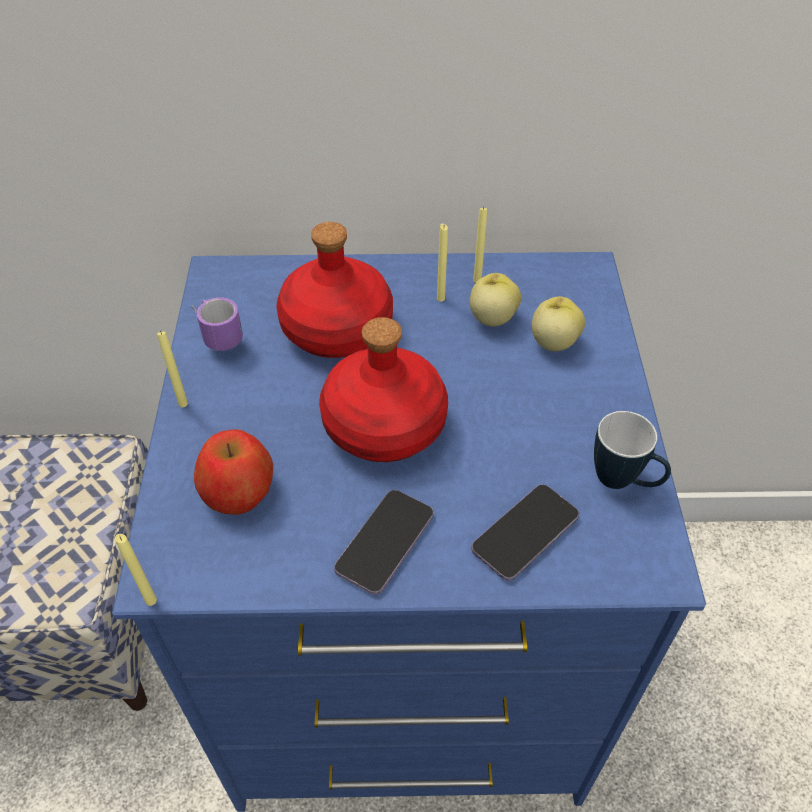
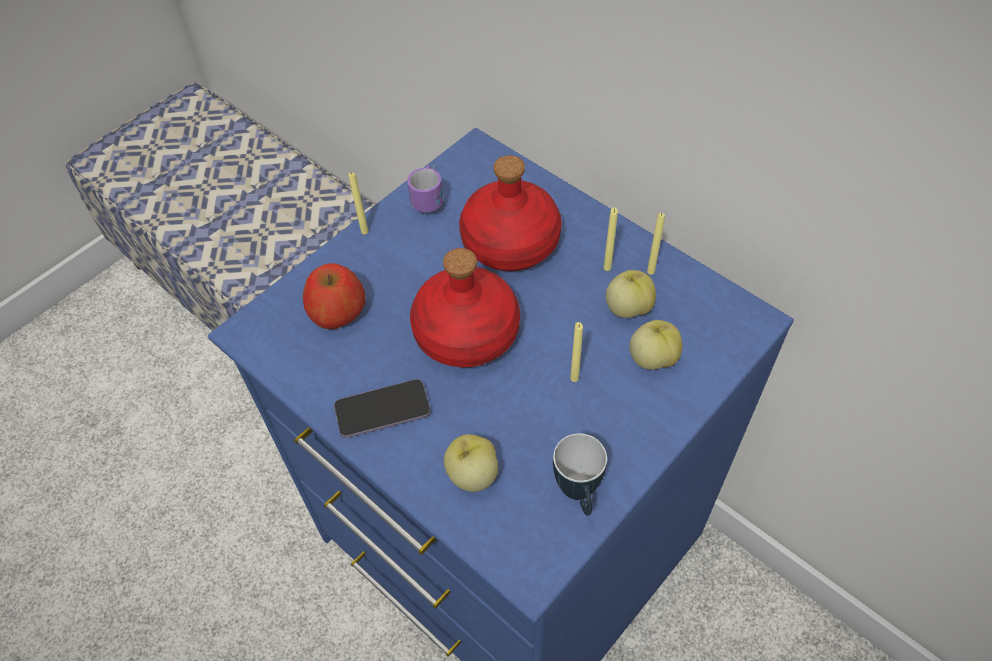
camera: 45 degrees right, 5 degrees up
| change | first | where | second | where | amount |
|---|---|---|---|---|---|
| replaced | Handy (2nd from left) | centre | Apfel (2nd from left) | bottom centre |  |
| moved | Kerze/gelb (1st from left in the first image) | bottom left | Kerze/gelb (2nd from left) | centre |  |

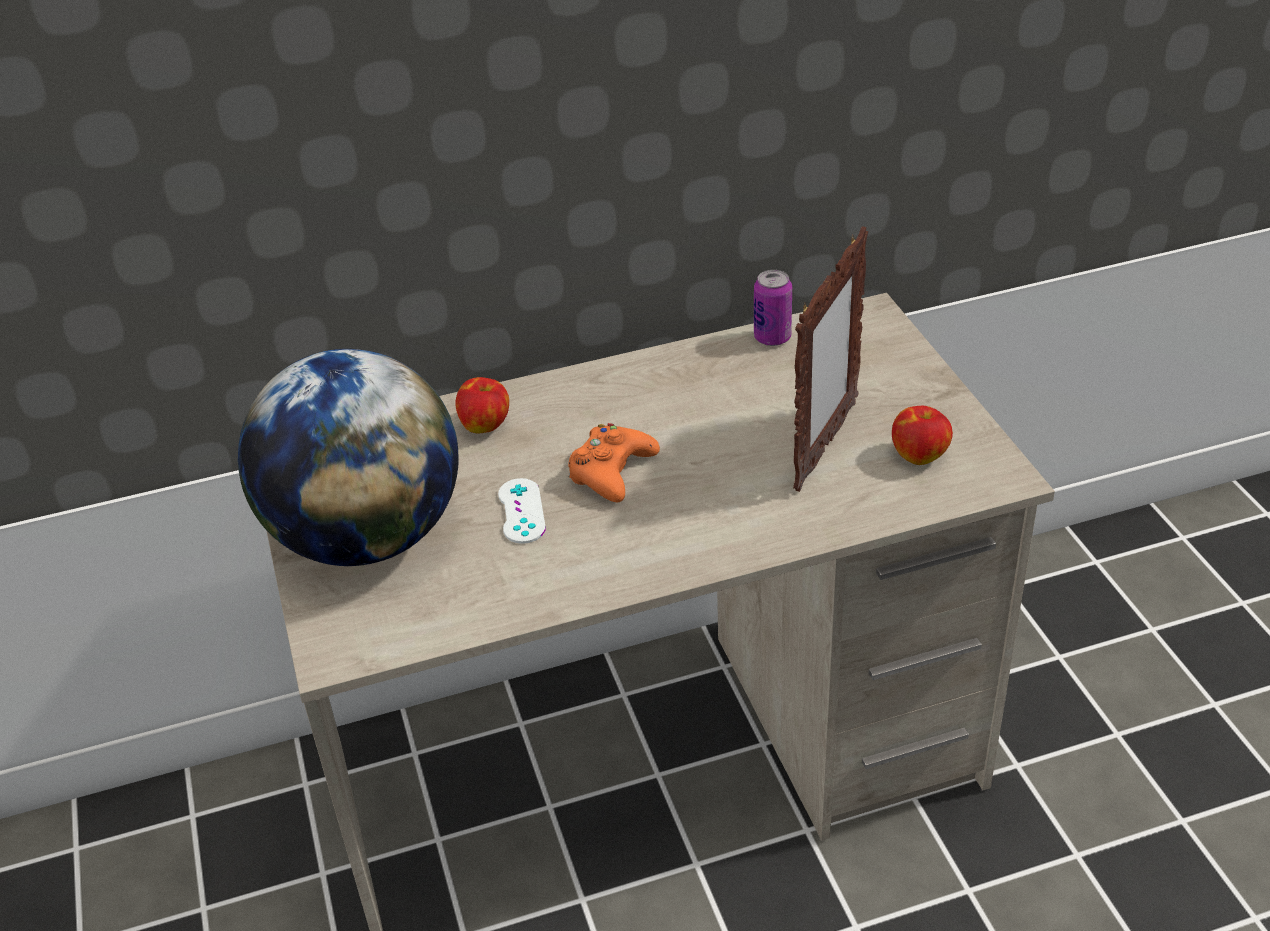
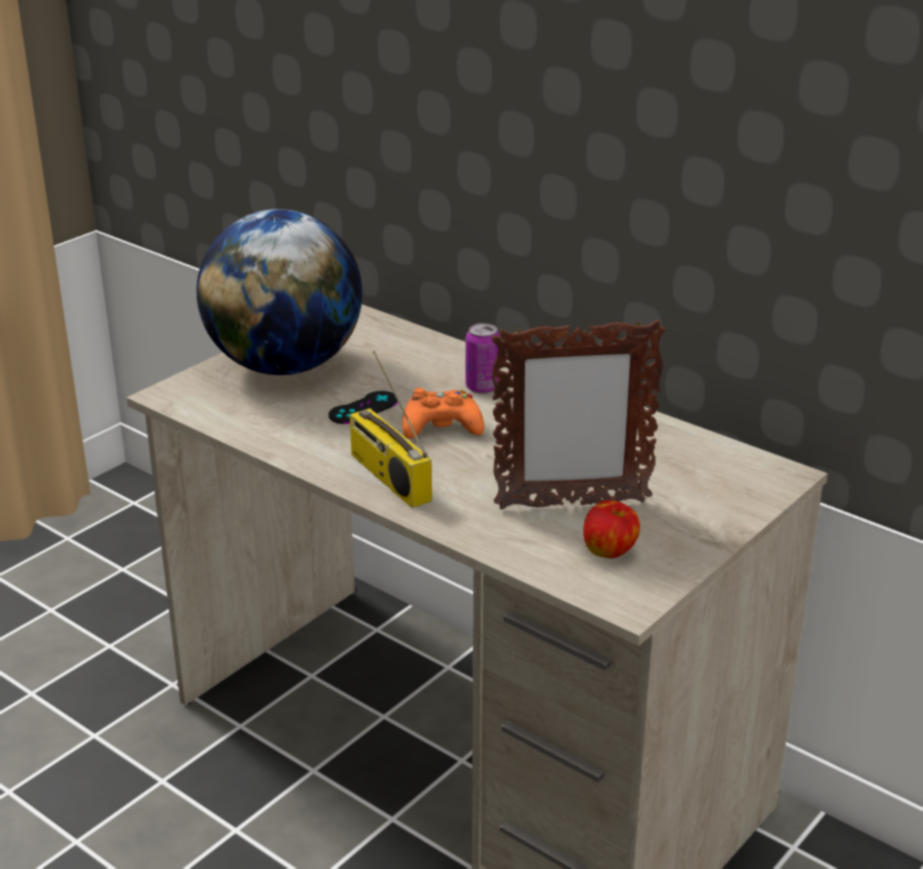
camera: 55 degrees right, 10 degrees down
| change | first | where | second | where | amount |
|---|---|---|---|---|---|
| moved | Dose | top centre |  | centre |  |
| removed | Apfel (1st from left) | centre |  |  |  |
| recoloured | Gamepad/weiß | centre | Gamepad/schwarz | centre |  |
| added |  |  | Radio | centre |  |

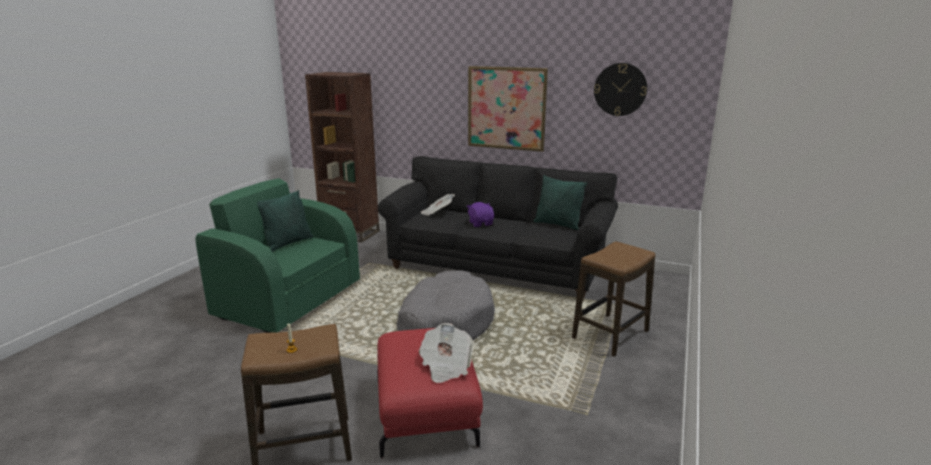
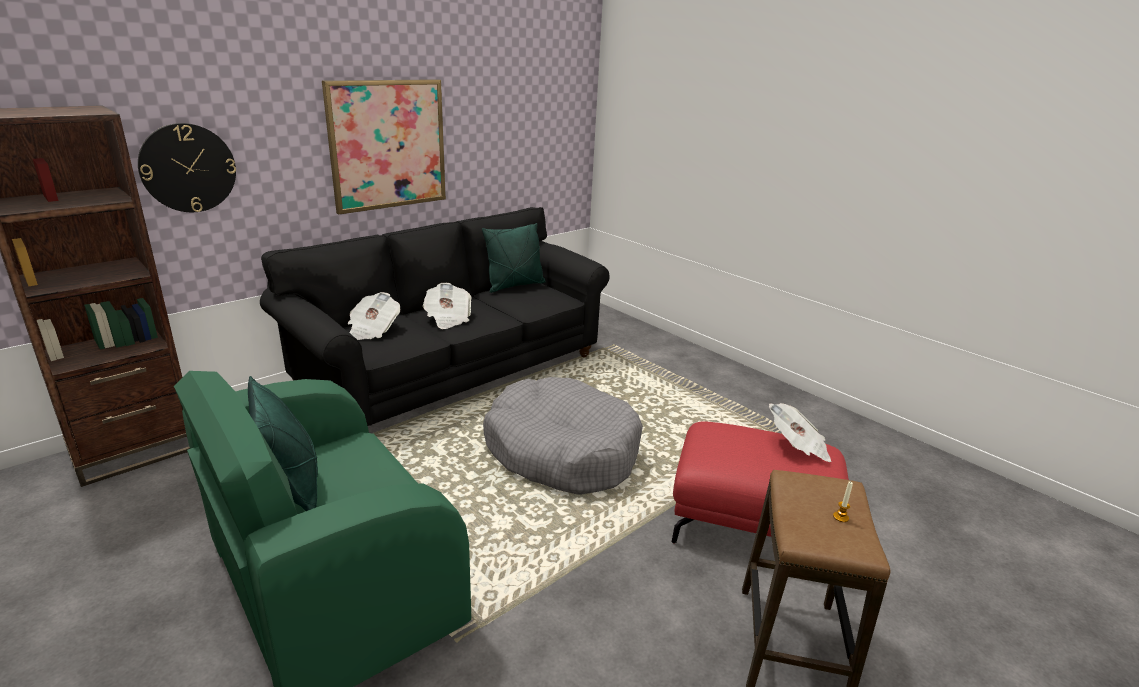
camera: 65 degrees left, 5 degrees up
| change | first | where | second | where | amount |
|---|---|---|---|---|---|
| moved | Wanduhr | top centre |  | top left |  |
| replaced | Plüschtier/lila | centre | Zeitung (2nd from left) | centre |  |
| removed | Hocker (2nd from left) | centre |  |  |  |

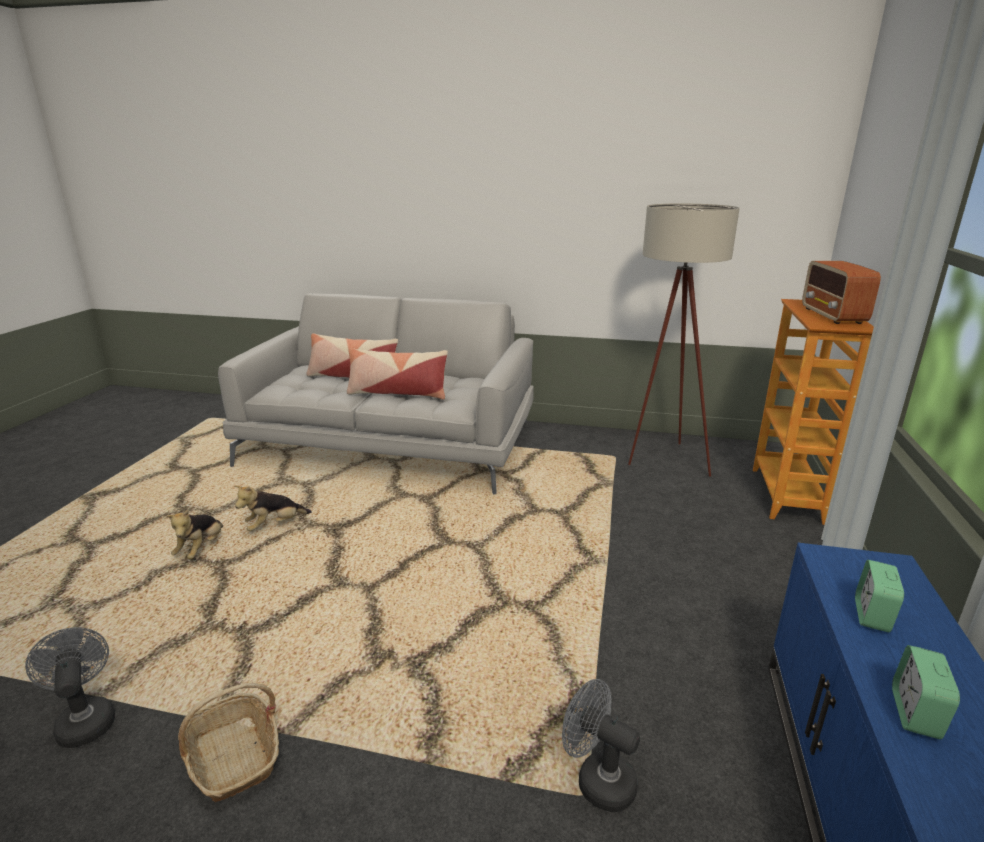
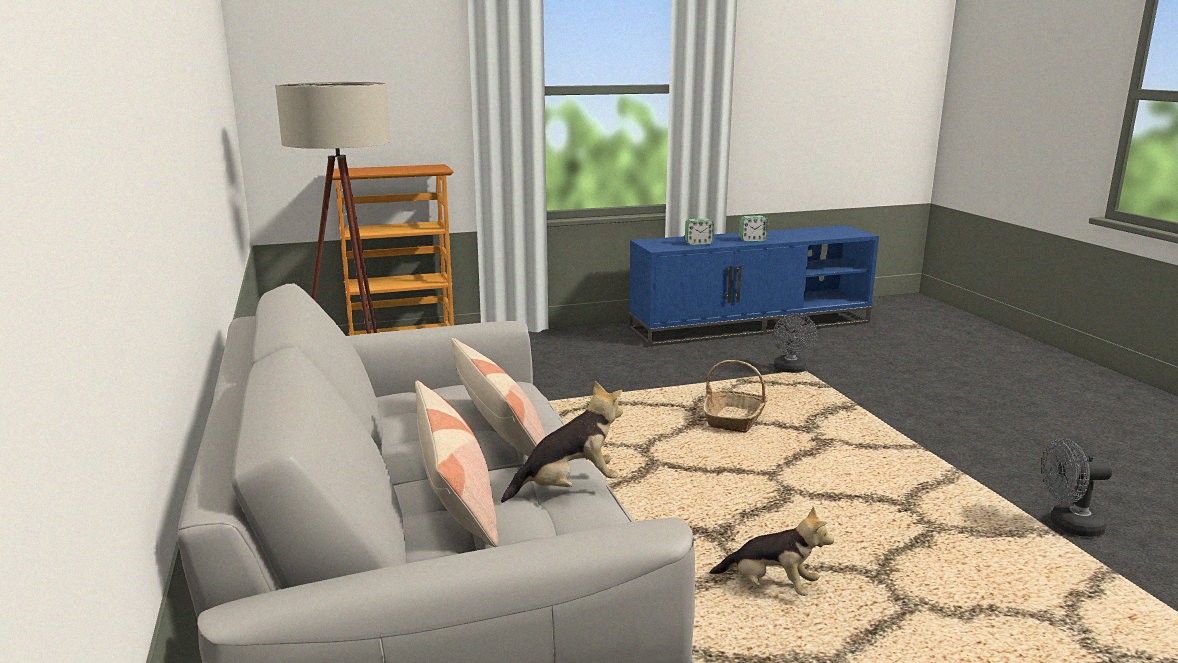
camera: 120 degrees left, 5 degrees down
| change | first | where | second | where | amount |
|---|---|---|---|---|---|
| removed | Radio | middle right |  |  |  |
| moved | Plüschtier (1st from left) | middle left |  | bottom centre |  |
| turned | Ventilator/grau (1st from left in the first image) | bottom left | Ventilator/grau (2nd from left) | bottom right | 60 degrees clockwise |
| moved | Korb | bottom left |  | centre |  |

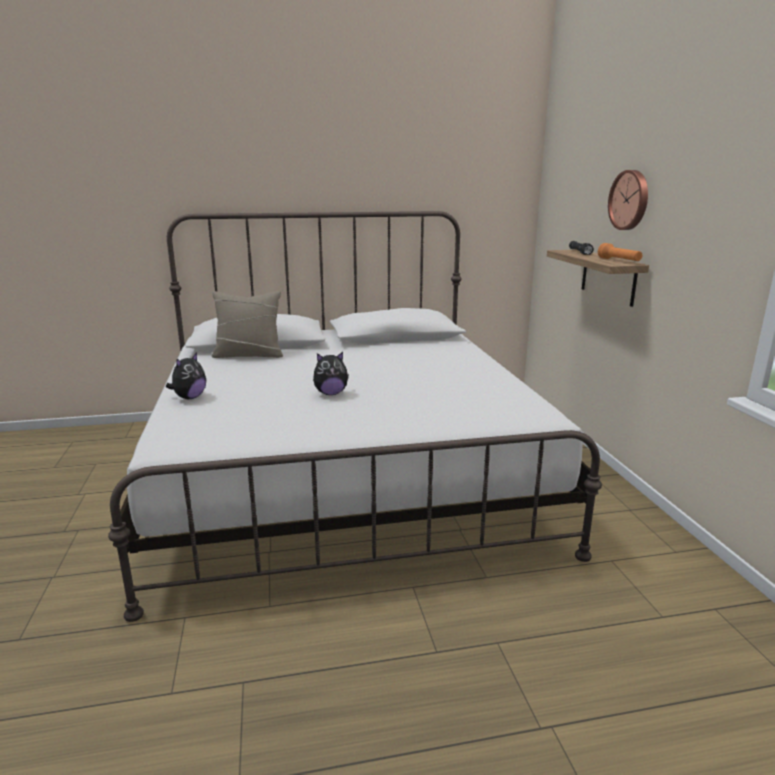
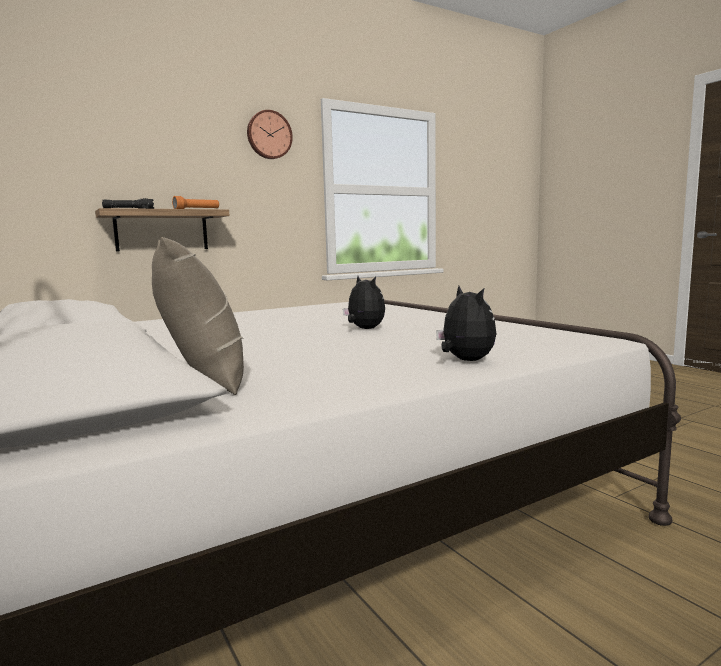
camera: 110 degrees left, 10 degrees down
| change | first | where | second | where | amount |
|---|---|---|---|---|---|
| moved | Wanduhr | top right |  | top centre |  |
| turned | Plüschtier (1st from left in the first image) | middle left | Plüschtier (2nd from left) | centre | 60 degrees clockwise |

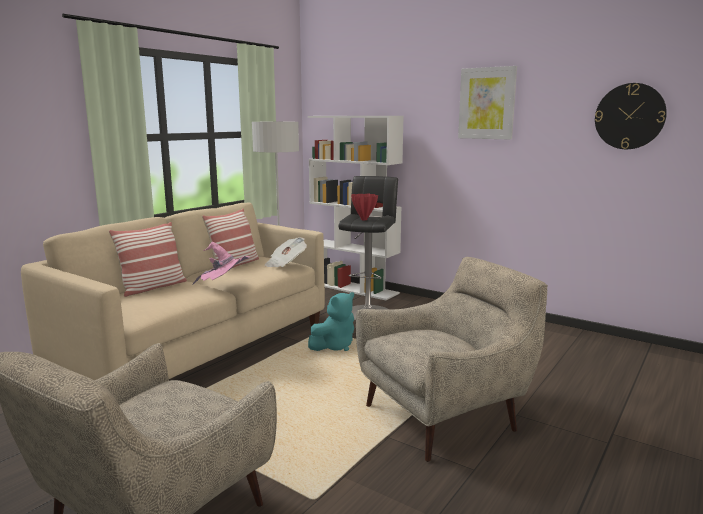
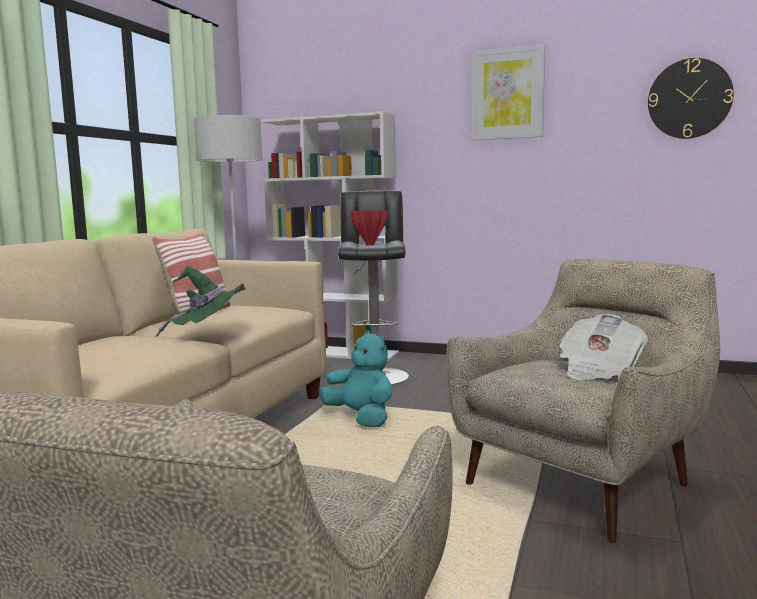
camera: 15 degrees left, 5 degrees down
| change | first | where | second | where | amount |
|---|---|---|---|---|---|
| removed | Kissen (1st from left) | middle left |  |  |  |
| moved | Zeitung | centre |  | middle right |  |
| recoloured | Hut/rosa | middle left | Hut/grün | middle left |  |
| turned | Plüschtier/türkis | centre |  | centre | 75 degrees counterclockwise |

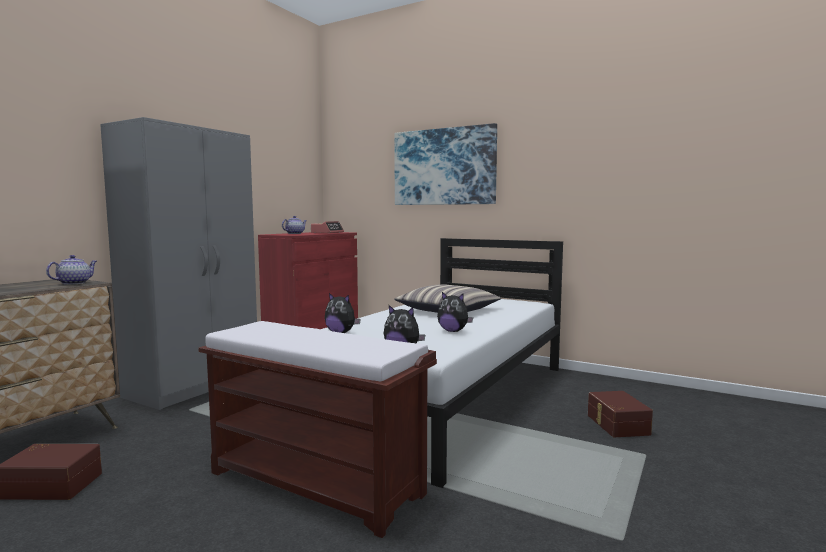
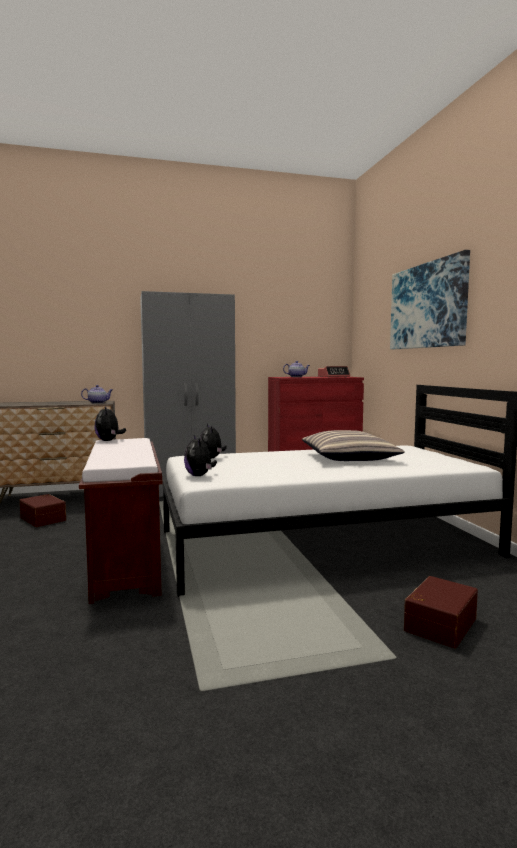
camera: 45 degrees right, 0 degrees up
| change | first | where | second | where | amount |
|---|---|---|---|---|---|
| moved | Plüschtier (3rd from left in the first image) | centre | Plüschtier (1st from left) | middle left |  |

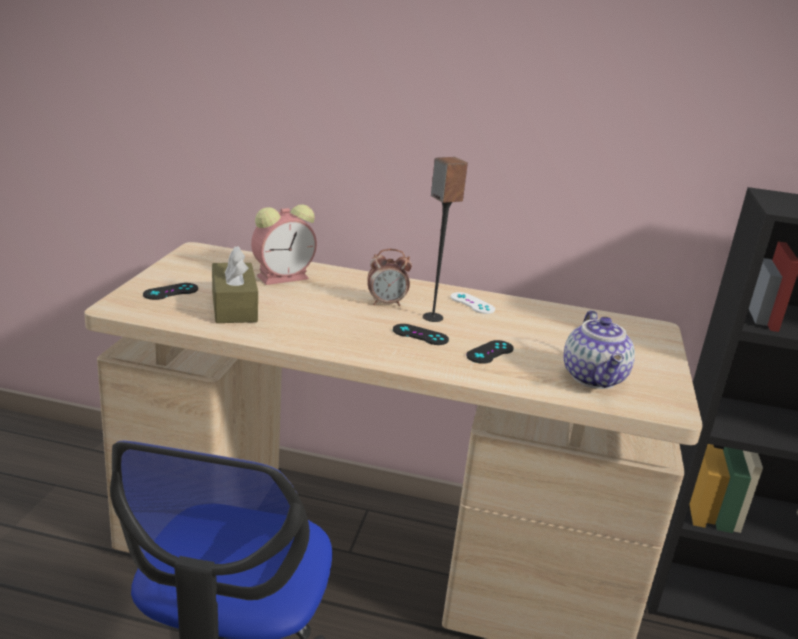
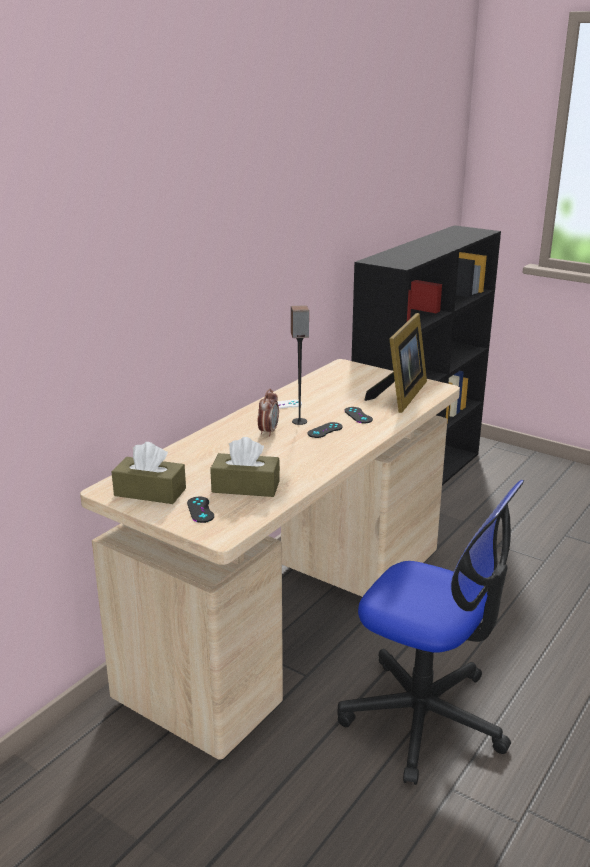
camera: 65 degrees left, 0 degrees up
| change | first | where | second | where | amount |
|---|---|---|---|---|---|
| removed | Wecker (1st from left) | centre |  |  |  |
| replaced | Teekanne | middle right | Bilderrahmen | middle right |  |
| added |  |  | Taschentuchbox/braun (1st from left) | middle left |  |

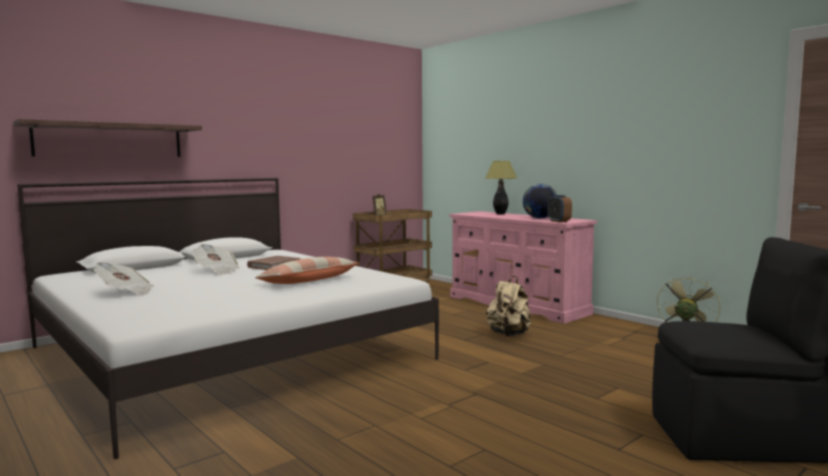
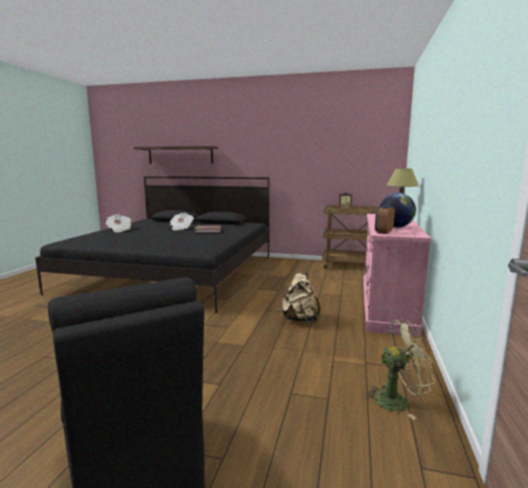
camera: 55 degrees right, 5 degrees up
| change | first | where | second | where | amount |
|---|---|---|---|---|---|
| recoloured | Bett/weiß | bottom left | Bett/schwarz | middle left |  |
| removed | Kissen | centre |  |  |  |

